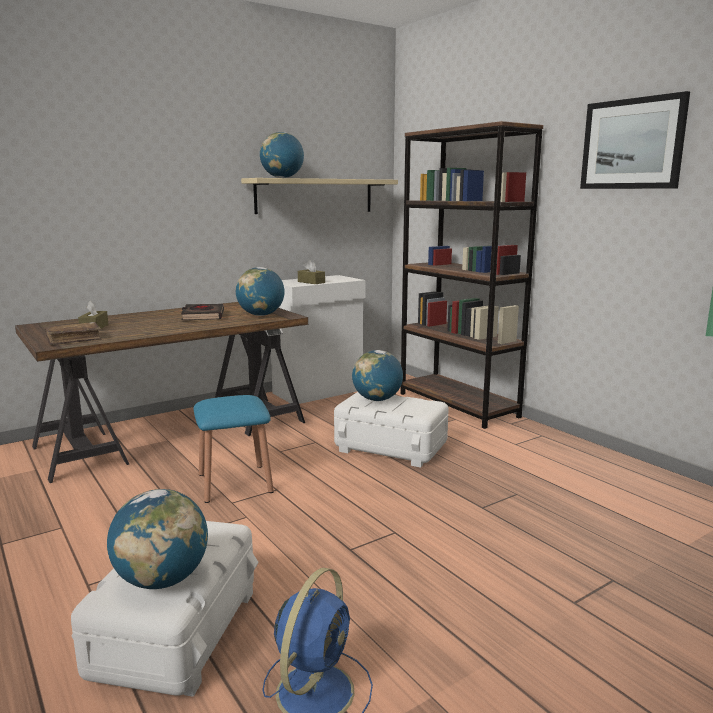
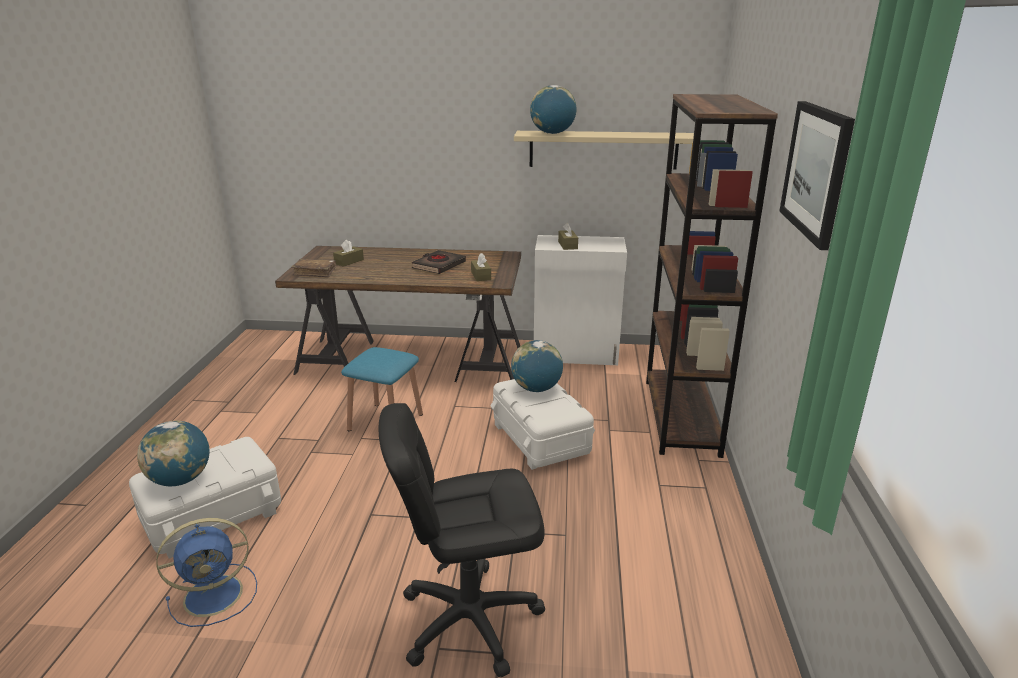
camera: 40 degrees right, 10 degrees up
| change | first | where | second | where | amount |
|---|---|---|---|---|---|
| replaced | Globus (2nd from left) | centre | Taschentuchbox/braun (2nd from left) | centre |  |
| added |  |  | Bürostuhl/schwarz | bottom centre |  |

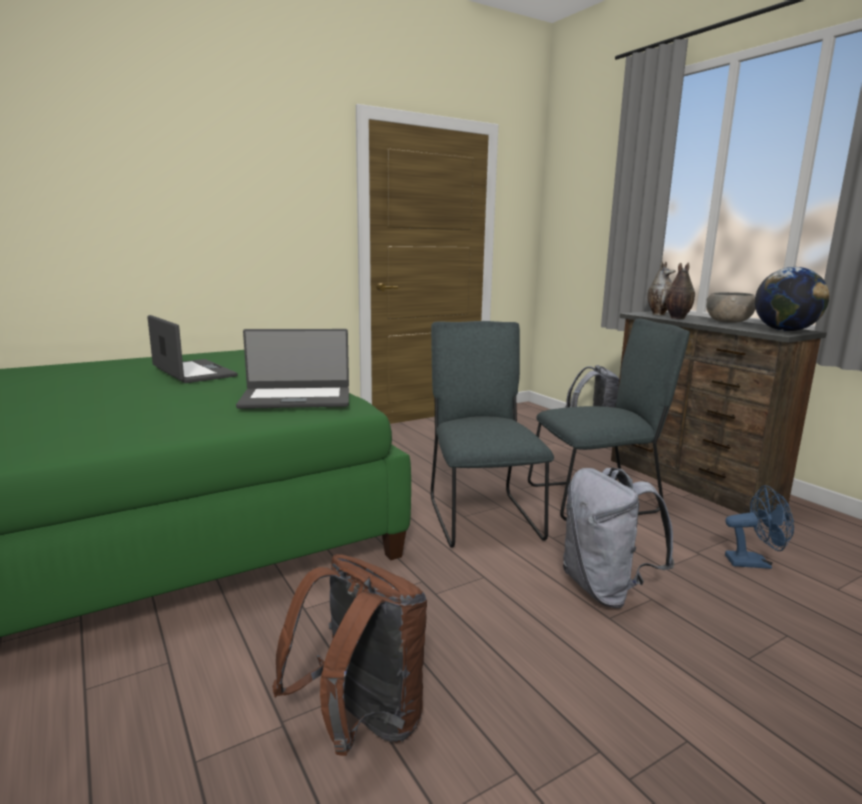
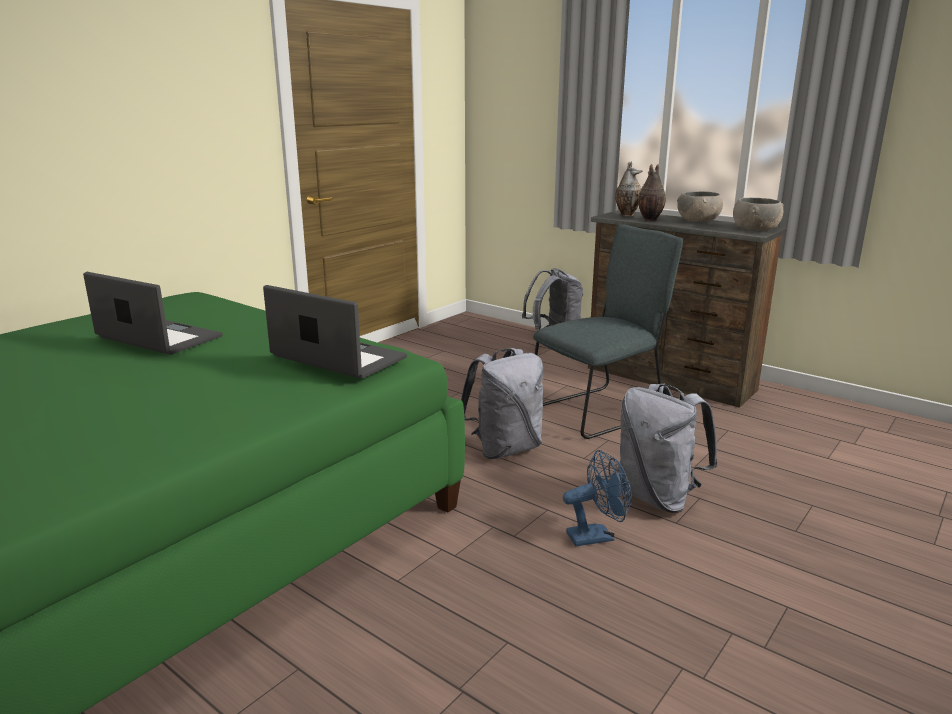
camera: 20 degrees left, 5 degrees up
| change | first | where | second | where | amount |
|---|---|---|---|---|---|
| replaced | Globus | middle right | Schüssel/grau (2nd from left) | top right |  |
| replaced | Stuhl/grau (1st from left) | centre | Rucksack/grau (1st from left) | centre |  |
| turned | Laptop (2nd from left) | centre |  | centre | 120 degrees counterclockwise |
| moved | Ventilator/blau | middle right |  | bottom centre |  |
| removed | Rucksack/braun | bottom centre |  |  |  |

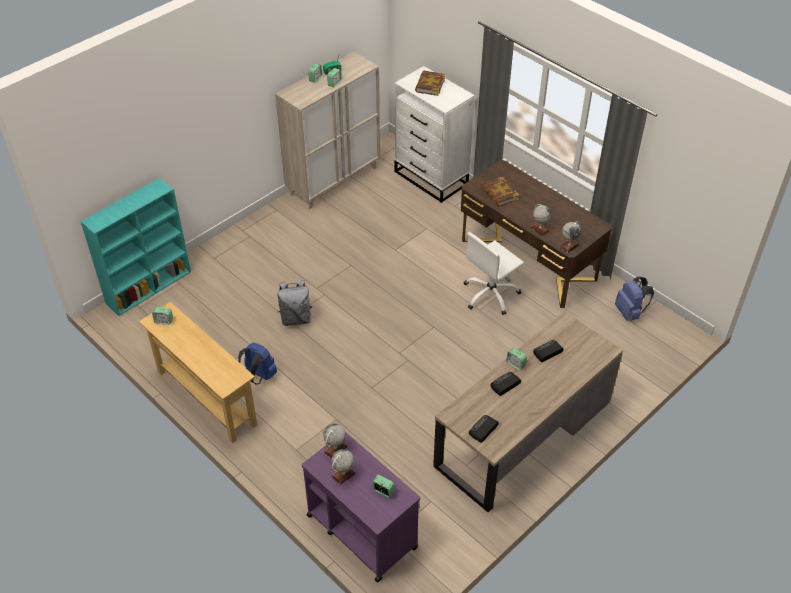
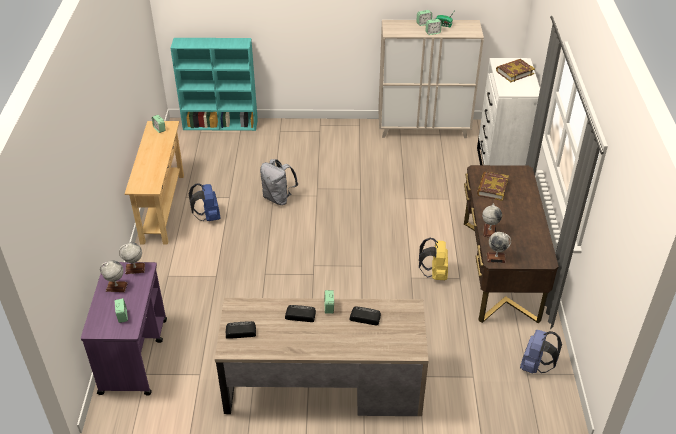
camera: 45 degrees right, 5 degrees down
| change | first | where | second | where | amount |
|---|---|---|---|---|---|
| replaced | Bürostuhl/weiß | centre | Rucksack/gelb | centre |  |

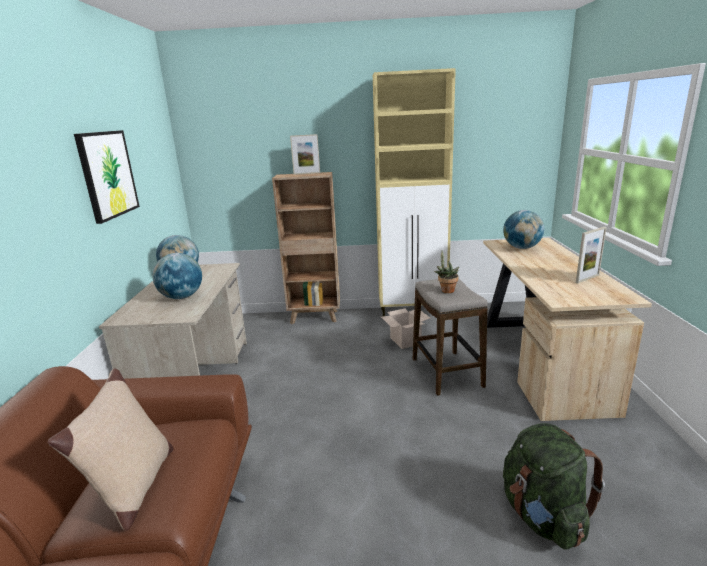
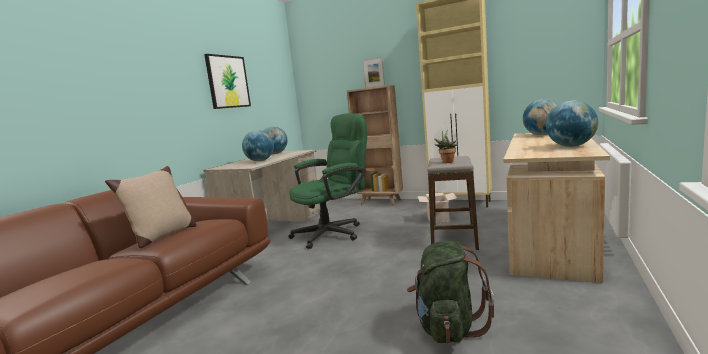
camera: 25 degrees right, 10 degrees down
| change | first | where | second | where | amount |
|---|---|---|---|---|---|
| replaced | Bilderrahmen (2nd from left) | middle right | Globus (4th from left) | middle right |  |
| added |  |  | Bürostuhl/grün | centre |  |

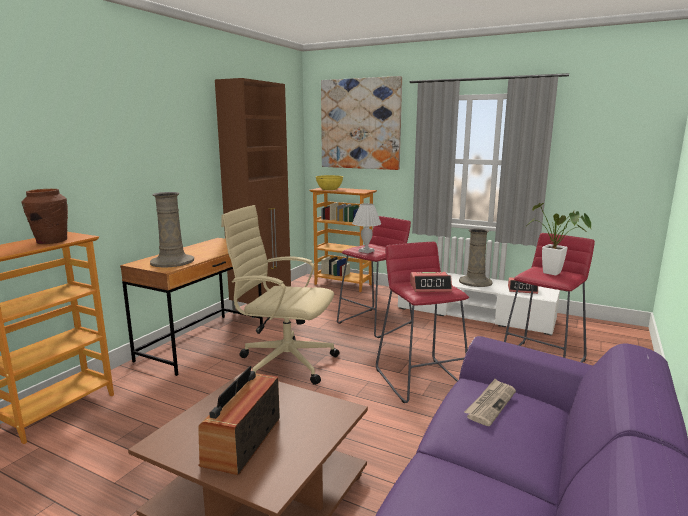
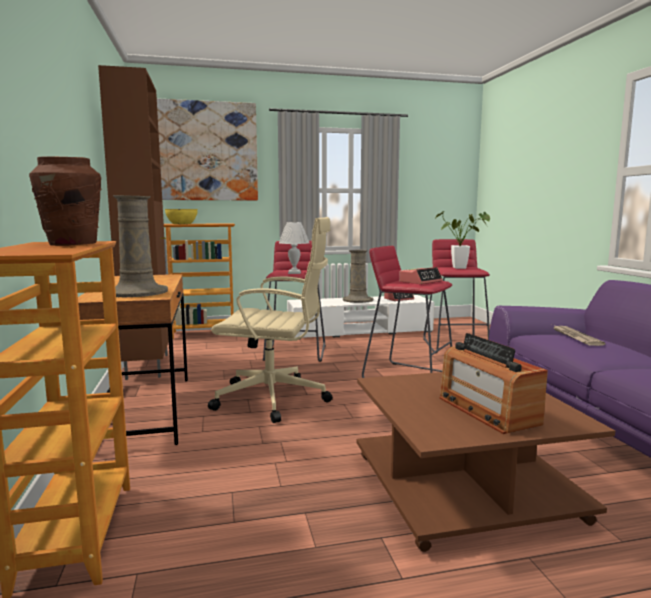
camera: 40 degrees left, 5 degrees down
| change | first | where | second | where | amount |
|---|---|---|---|---|---|
| turned | Bürostuhl/beige | centre |  | centre | 150 degrees counterclockwise |

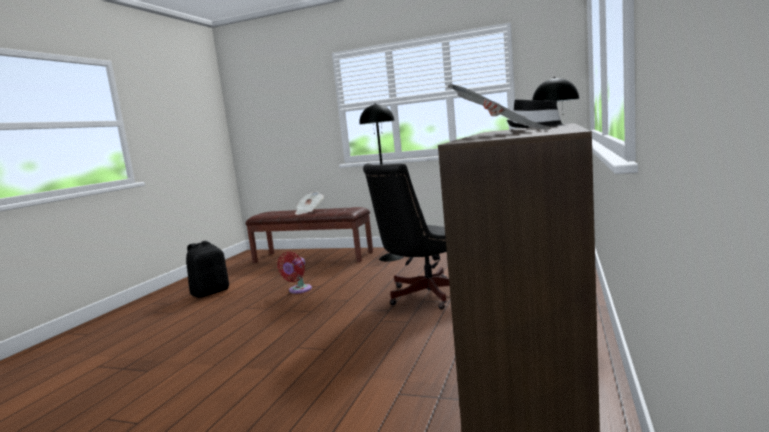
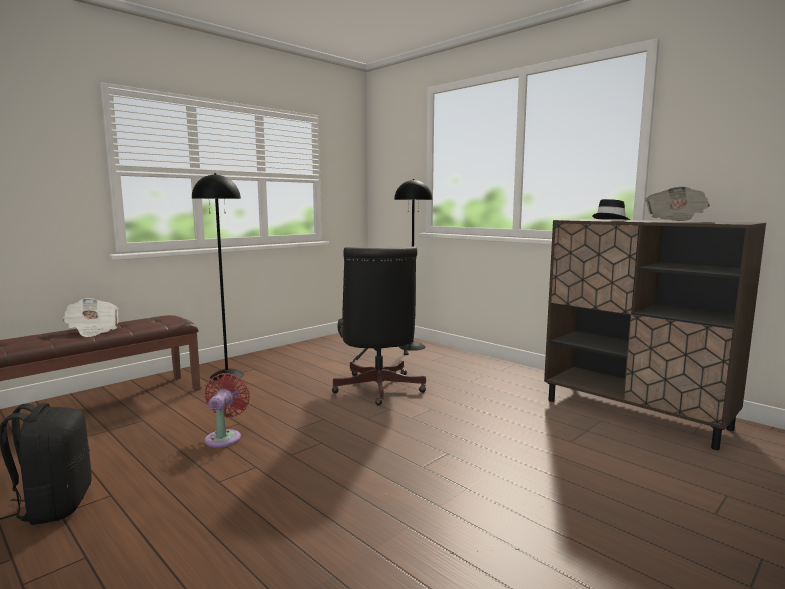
camera: 65 degrees left, 0 degrees up
| change | first | where | second | where | amount |
|---|---|---|---|---|---|
| turned | Ventilator/rot | centre |  | bottom left | 135 degrees counterclockwise |

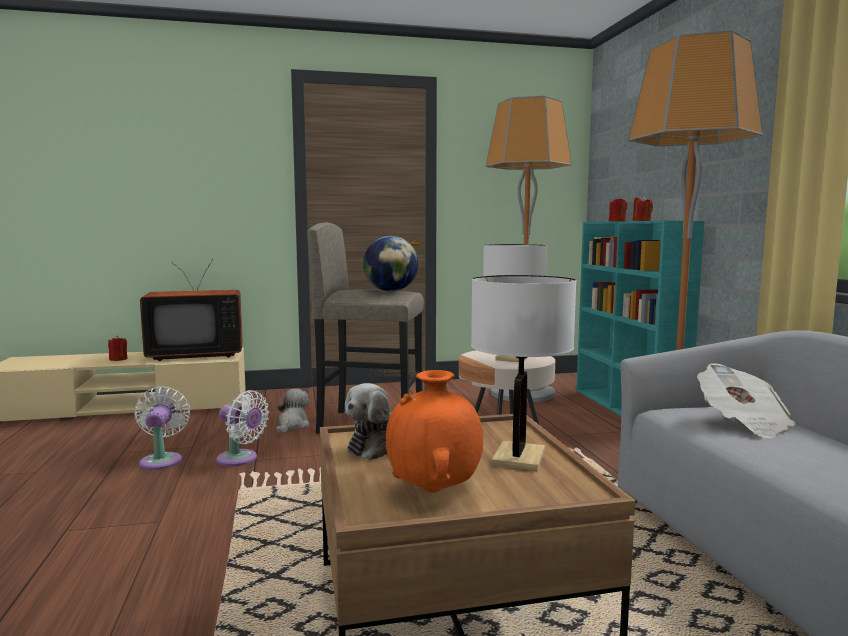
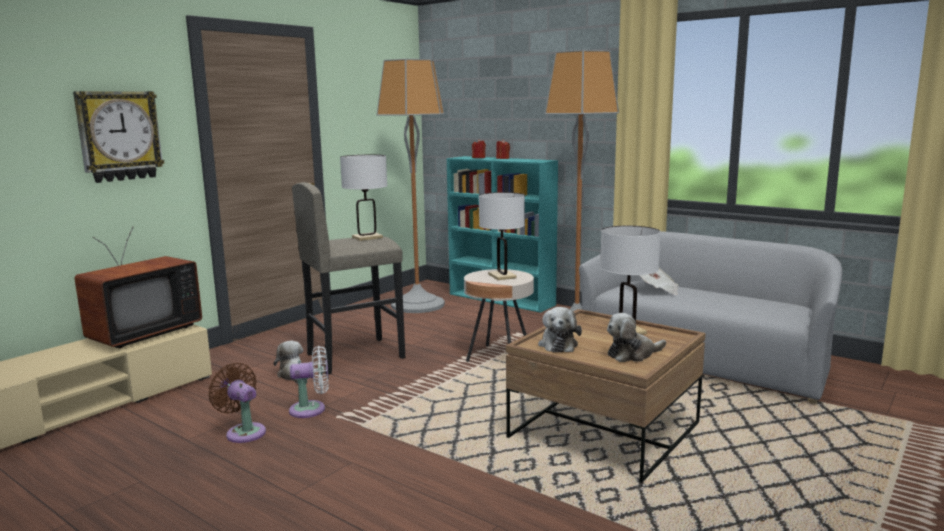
camera: 40 degrees left, 5 degrees up
| change | first | where | second | where | amount |
|---|---|---|---|---|---|
| replaced | Globus | centre | Tischlampe/weiß (1st from left) | centre |  |
| removed | Kerze/rot (1st from left) | middle left |  |  |  |
| replaced | Vase/orange | bottom centre | Plüschtier (3rd from left) | middle right |  |
| recoloured | Ventilator/weiß (1st from left) | bottom left | Ventilator/braun | bottom left |  |
| added |  |  | Wanduhr | top left |  |

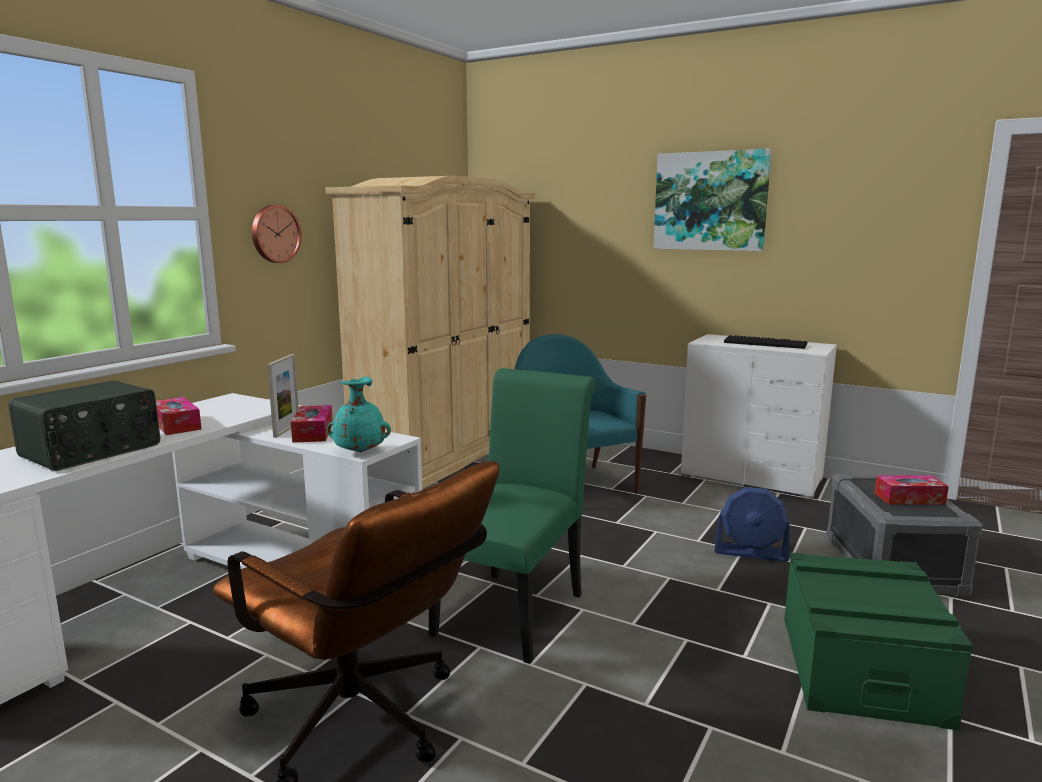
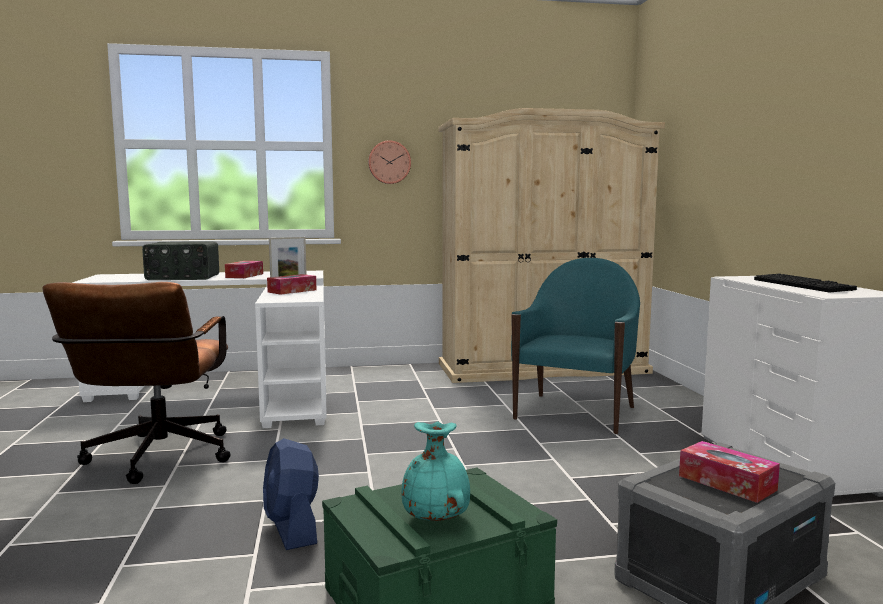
camera: 50 degrees right, 5 degrees down
| change | first | where | second | where | amount |
|---|---|---|---|---|---|
| removed | Bild | top right |  |  |  |
| removed | Stuhl/grün | centre |  |  |  |
| moved | Vase/türkis | centre |  | bottom centre |  |
| moved | Ventilator/blau | bottom right |  | bottom left |  |

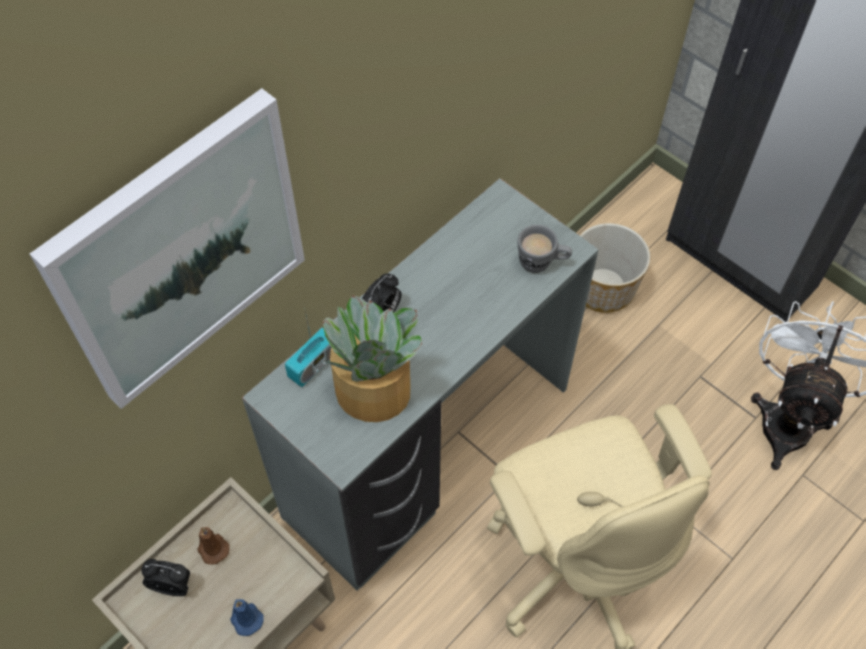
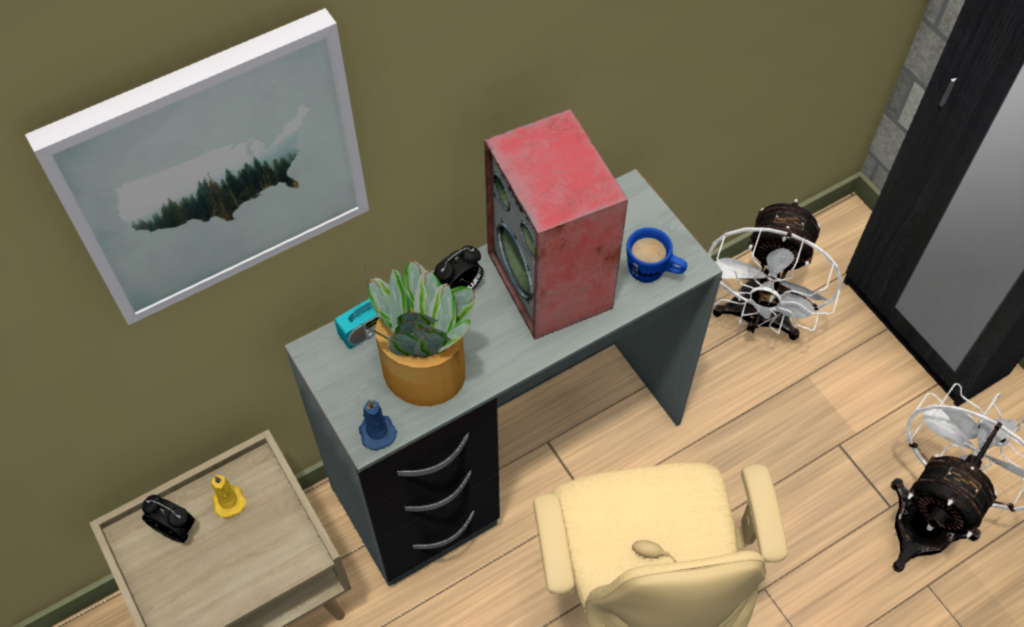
camera: 15 degrees right, 0 degrees up
| change | first | where | second | where | amount |
|---|---|---|---|---|---|
| replaced | Pflanzkübel | middle right | Ventilator/weiß (1st from left) | middle right |  |
| recoloured | Henkelbecher/grau | centre | Henkelbecher/blau | centre |  |
| recoloured | Kerze/braun | bottom left | Kerze/gelb | bottom left |  |
| moved | Kerze/blau | bottom left |  | bottom centre |  |
| added |  |  | Lautsprecher | centre |  |

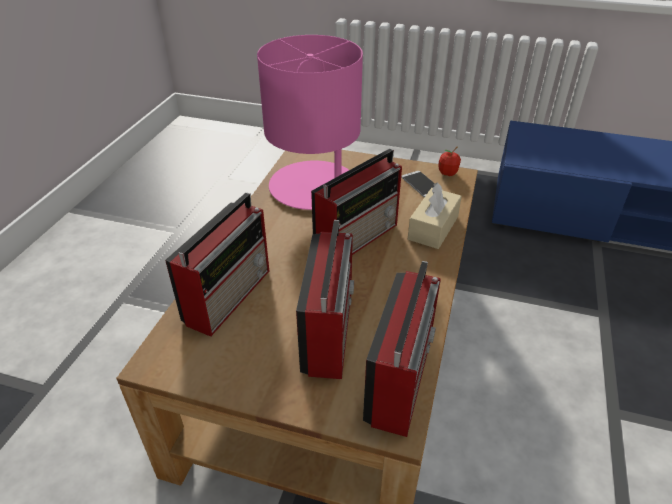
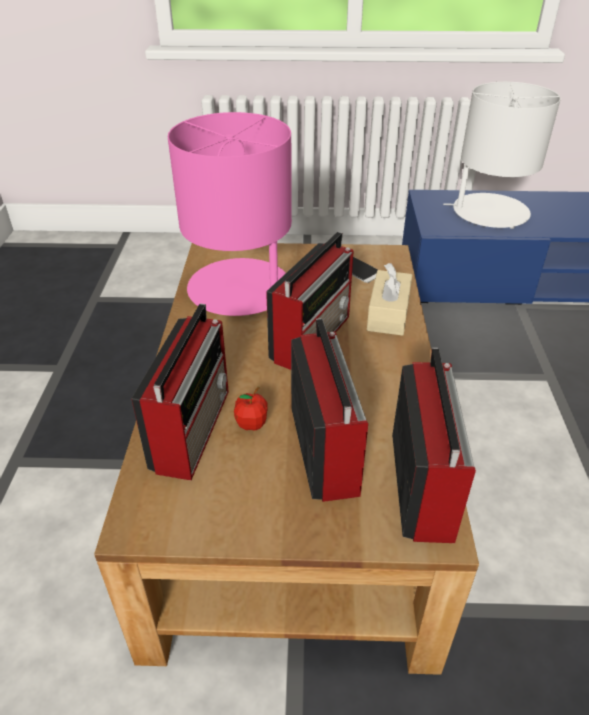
camera: 15 degrees left, 0 degrees up
| change | first | where | second | where | amount |
|---|---|---|---|---|---|
| moved | Apfel | top right |  | centre |  |
| added |  |  | Tischlampe/weiß | top right |  |

